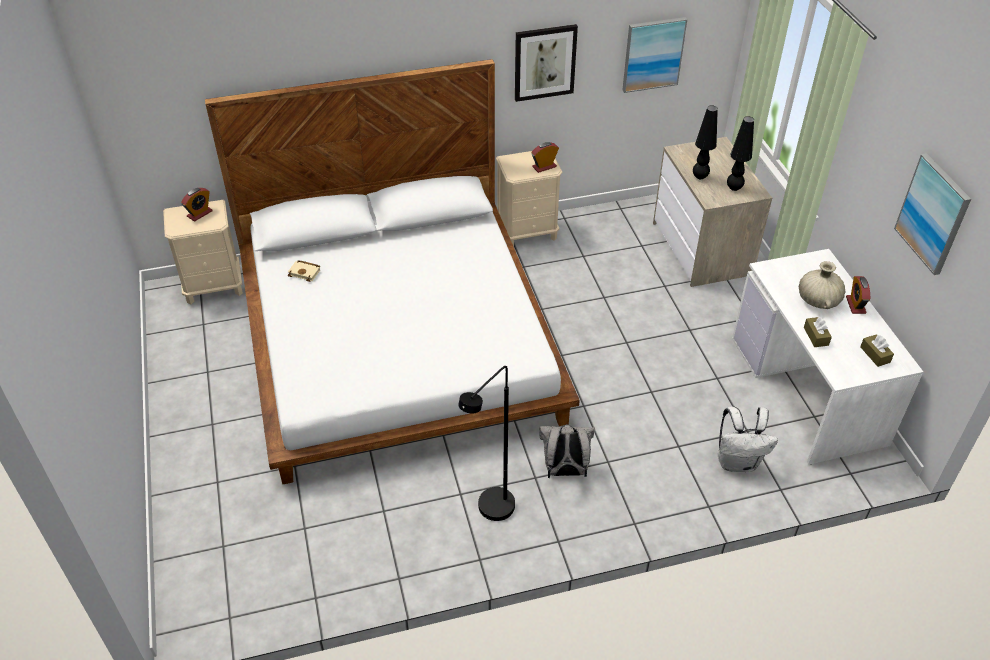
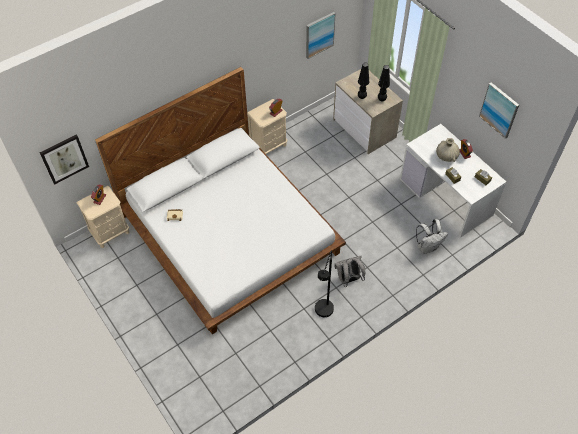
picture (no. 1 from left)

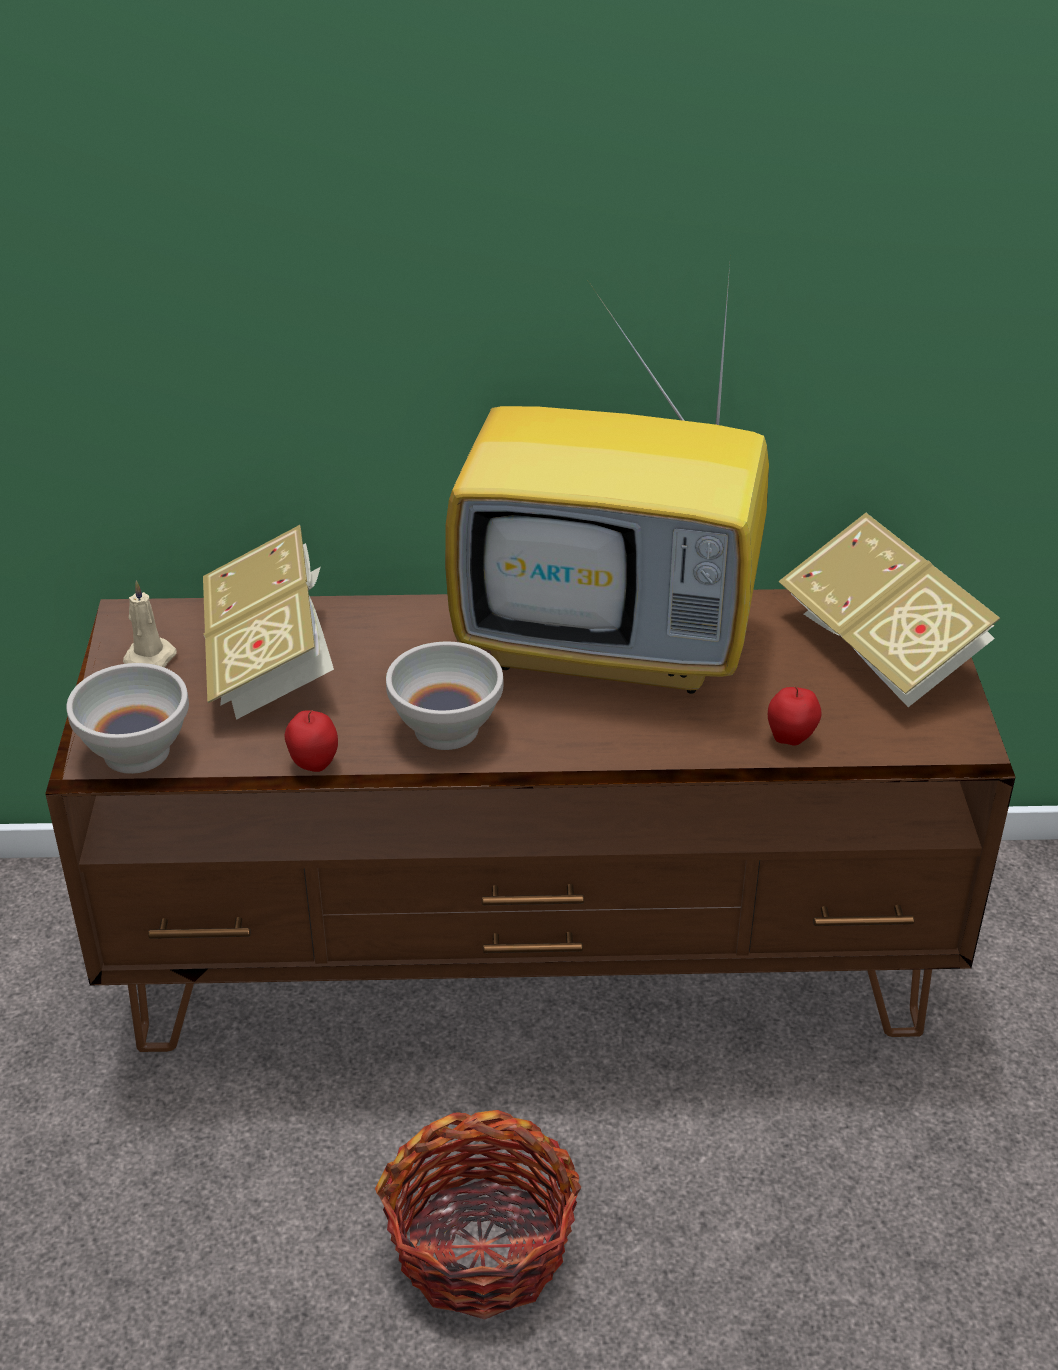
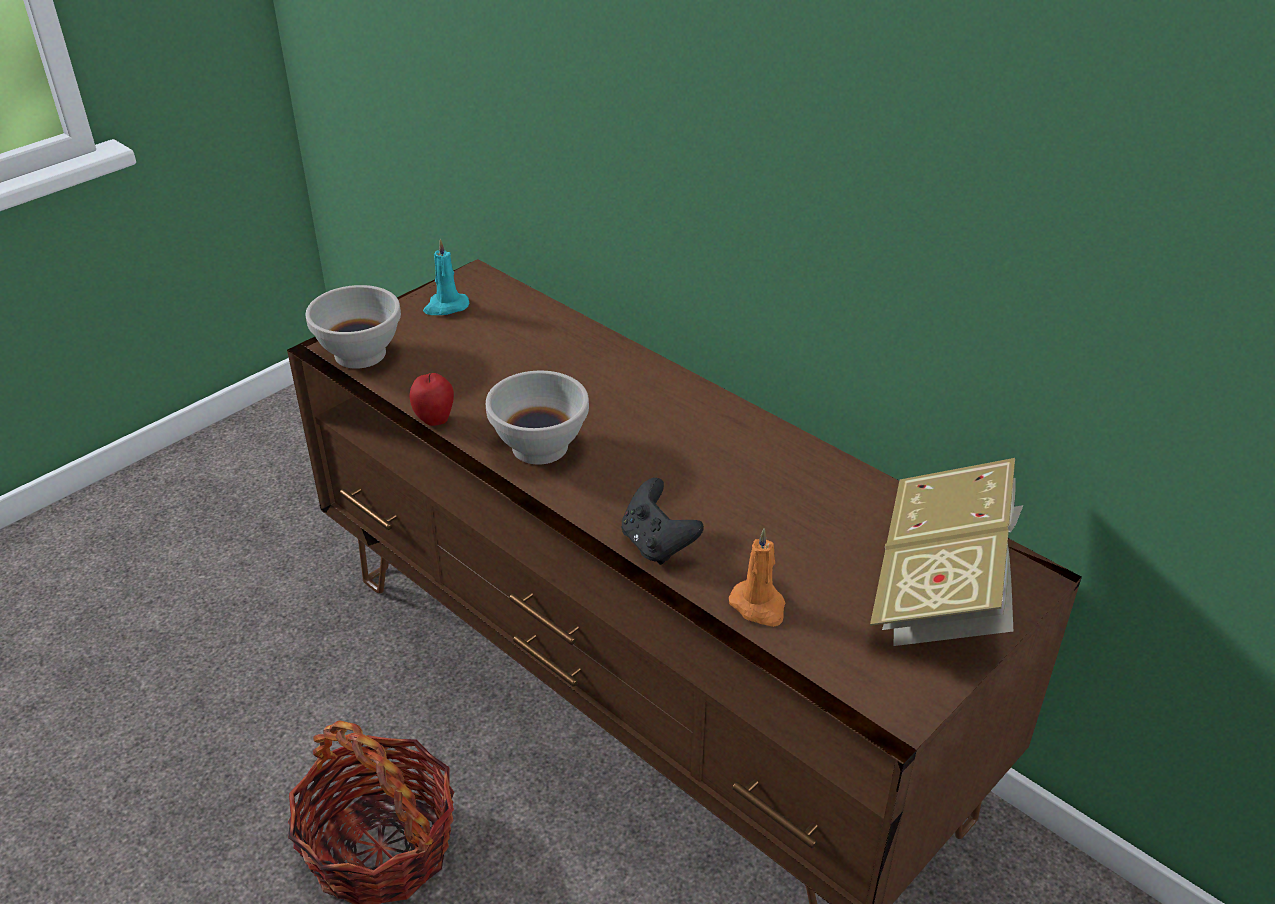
book (no. 1 from left in the first image); television; black game controller; orange candle; turquoise candle

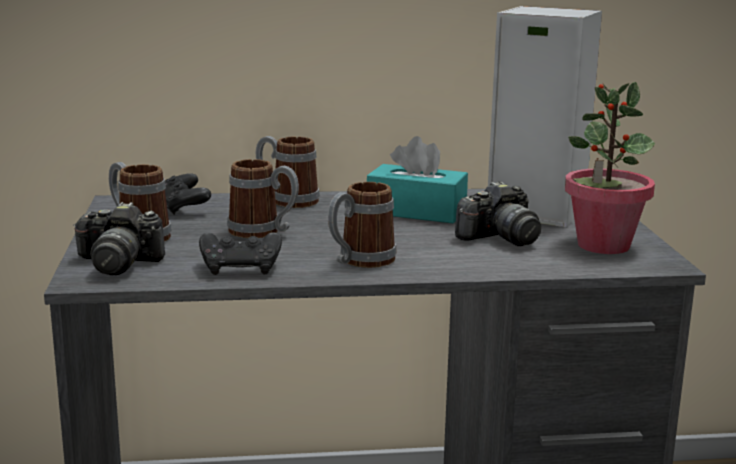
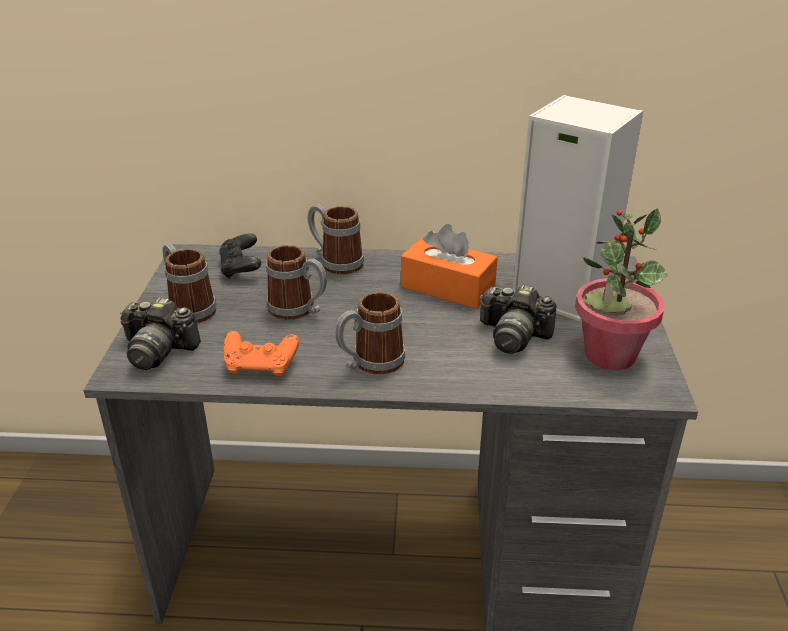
orange game controller; orange tissue box; photo camera (no. 2 from left)

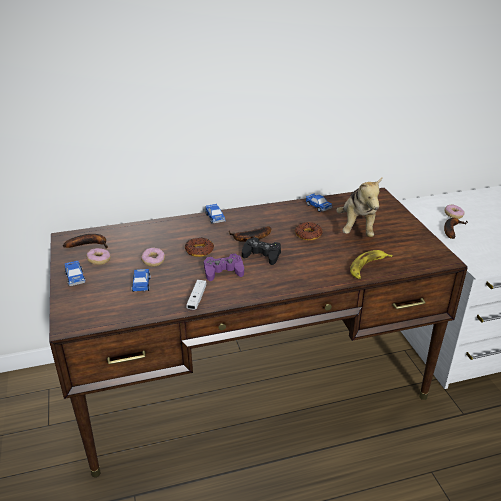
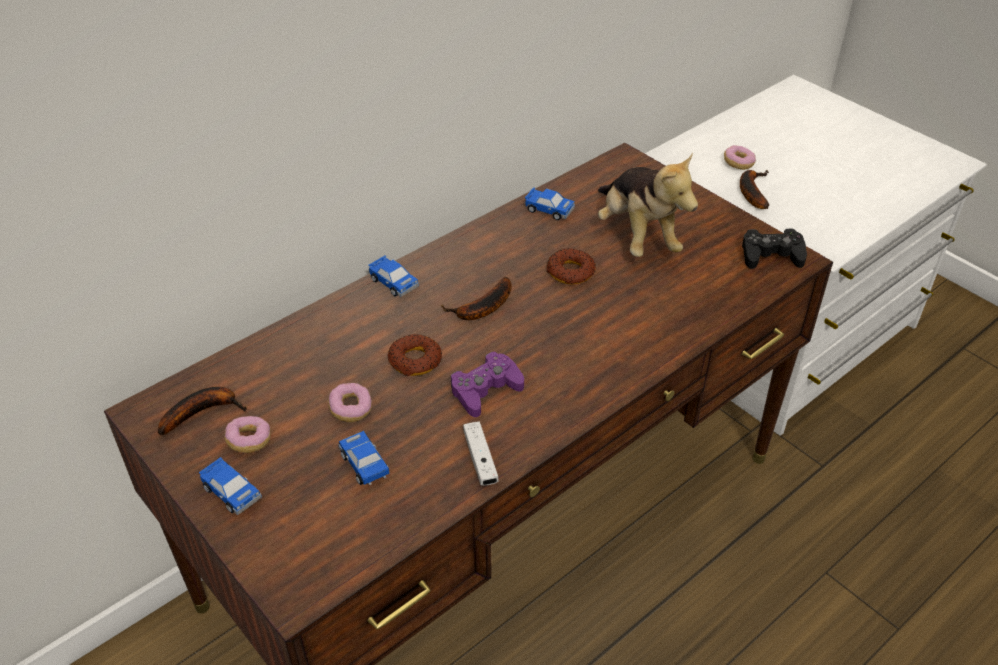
banana (no. 3 from left in the first image); black game controller

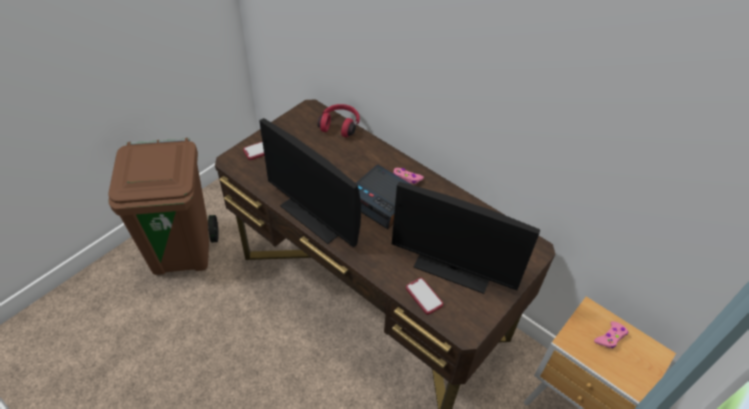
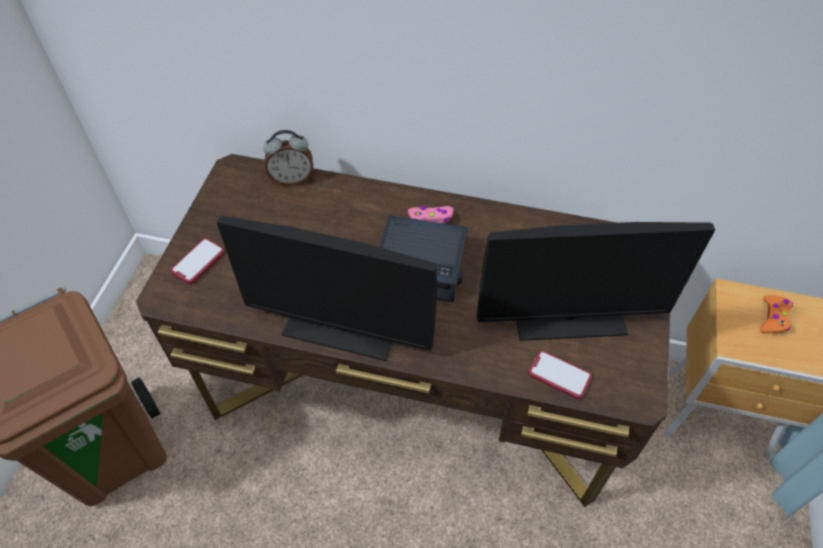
alarm clock (no. 1 from left); orange game controller

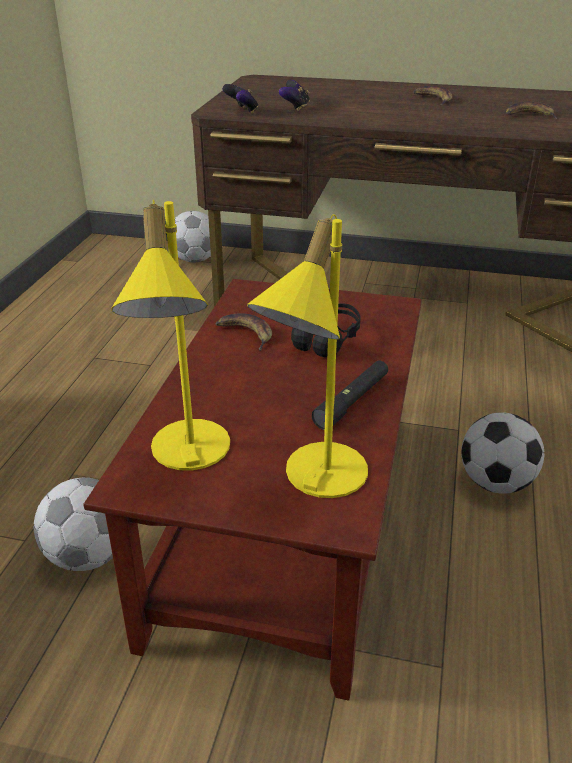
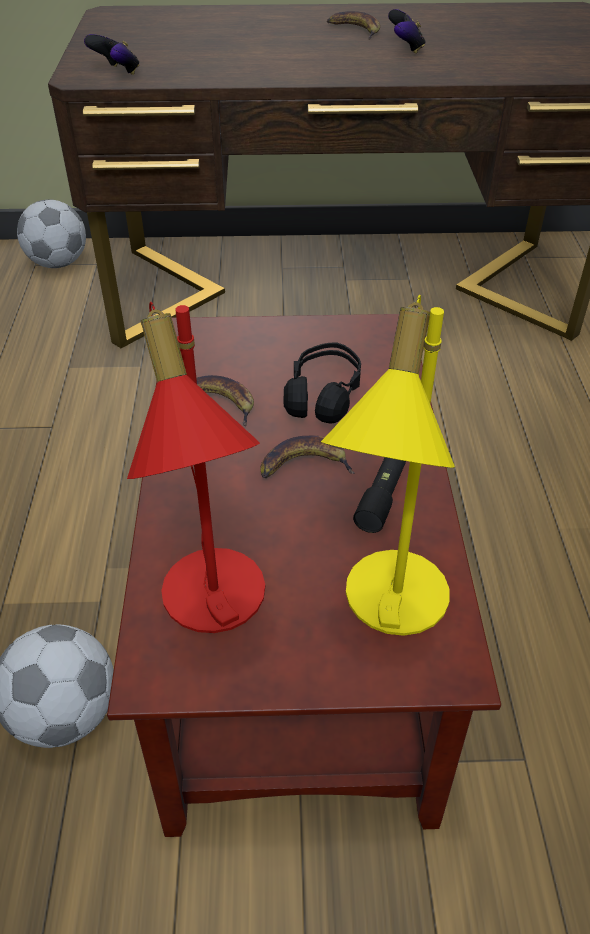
football (no. 3 from left in the first image); game controller (no. 2 from left); banana (no. 2 from left); red table lamp

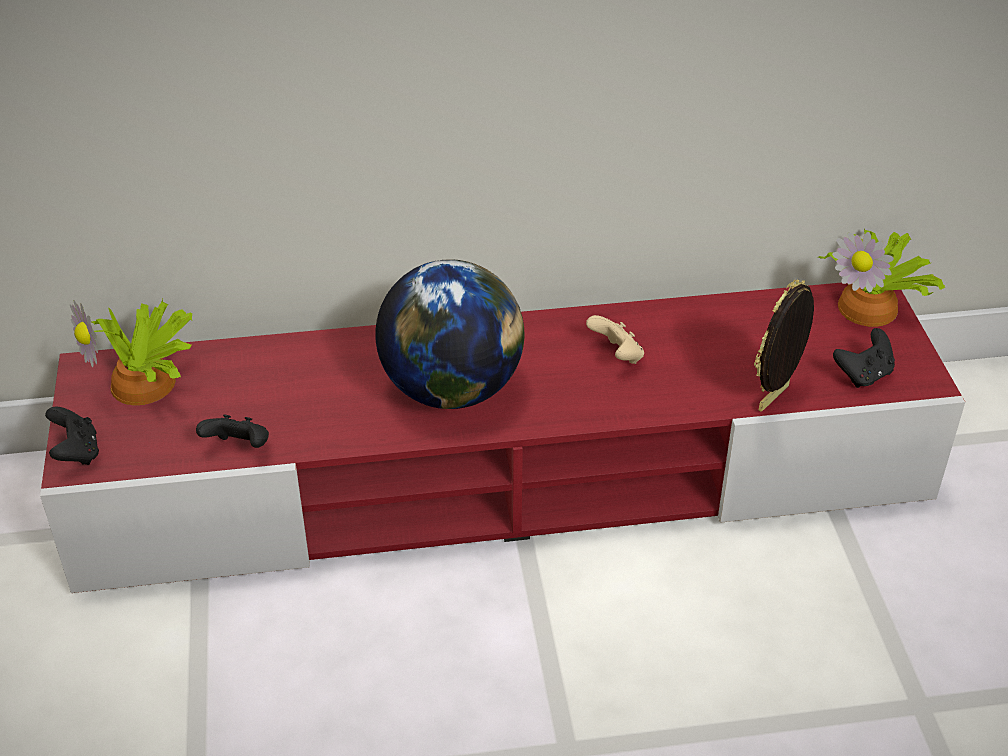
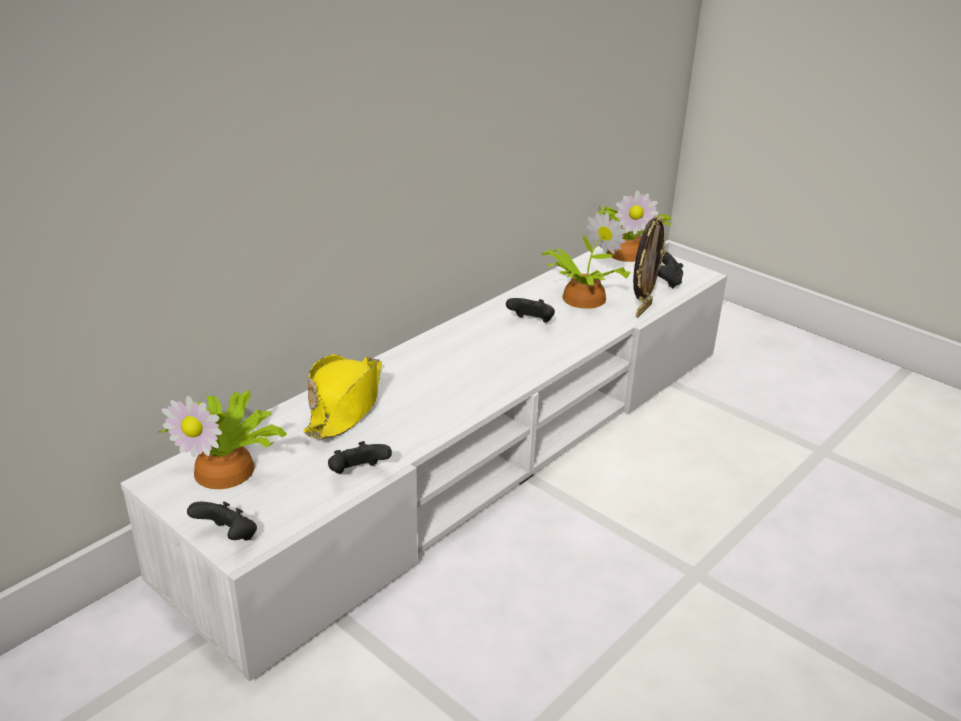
globe; yellow hat; potted plant (no. 2 from left); white tv stand; black game controller (no. 3 from left); picture frame

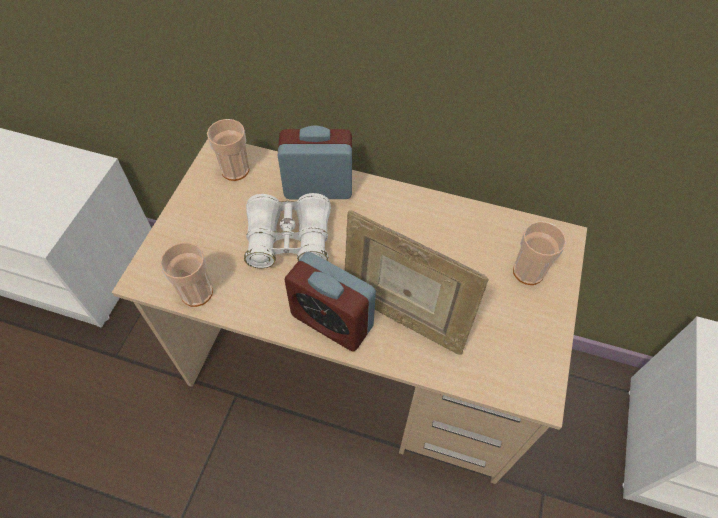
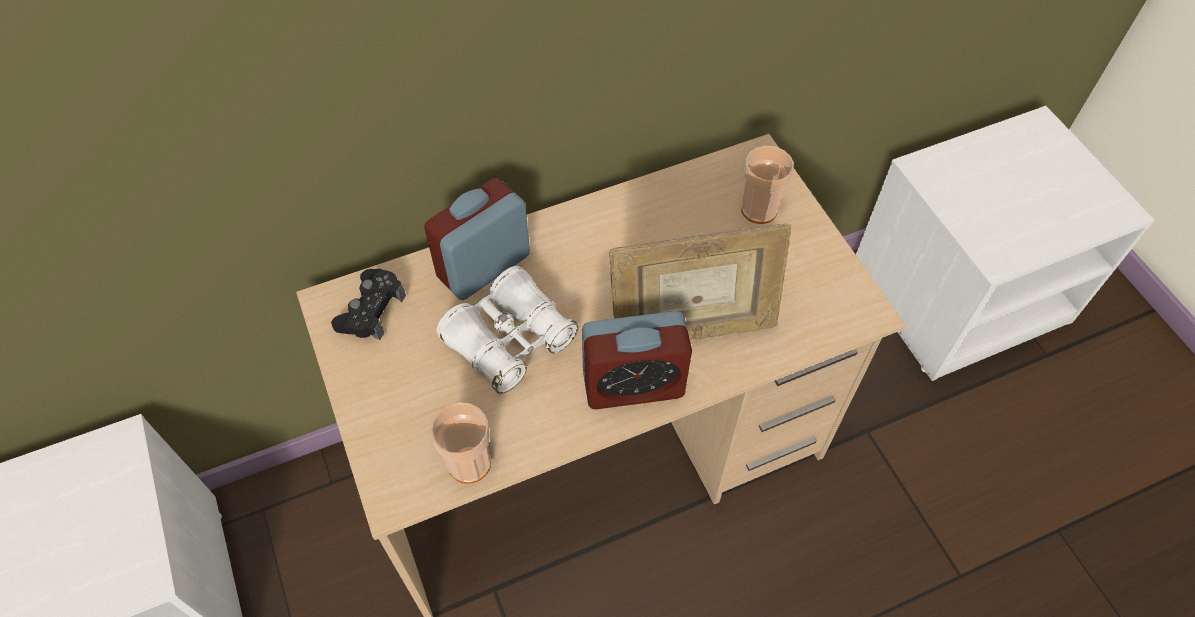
black game controller

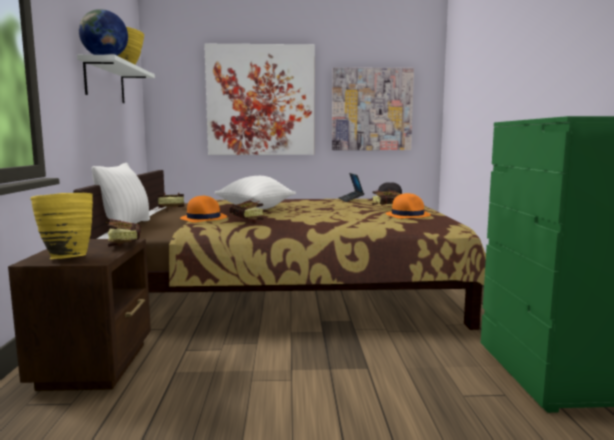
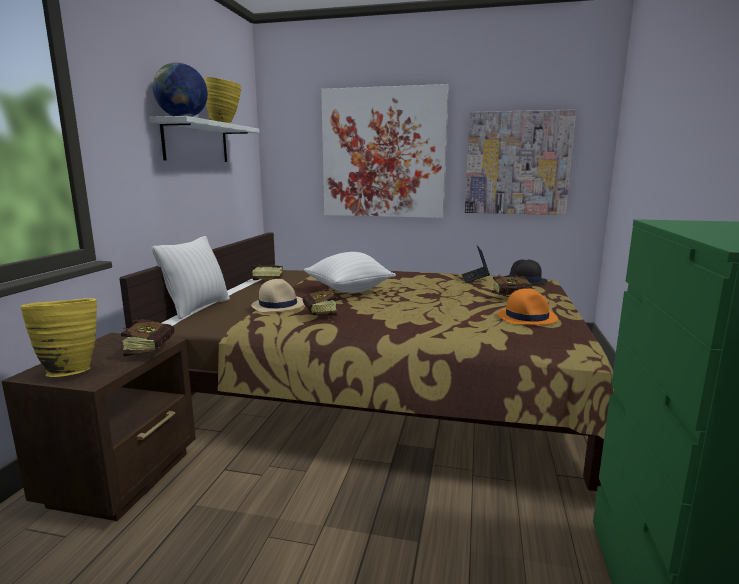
beige hat

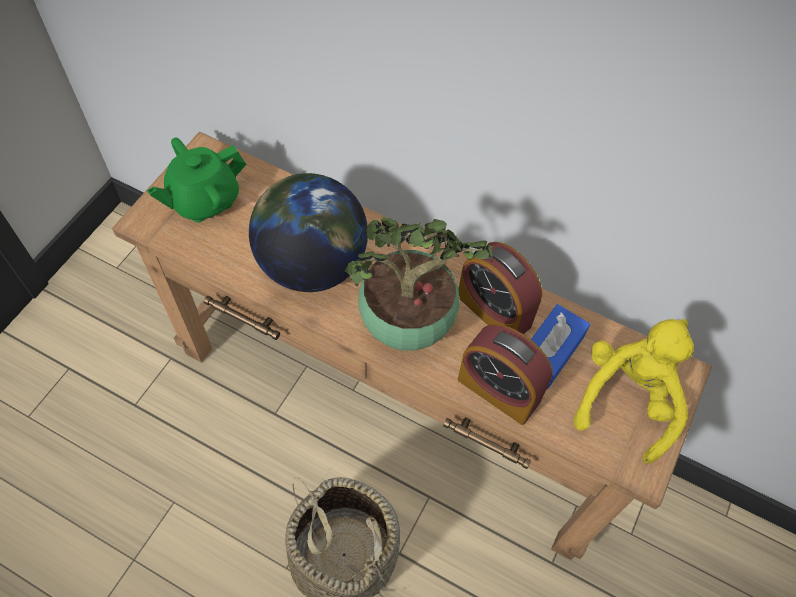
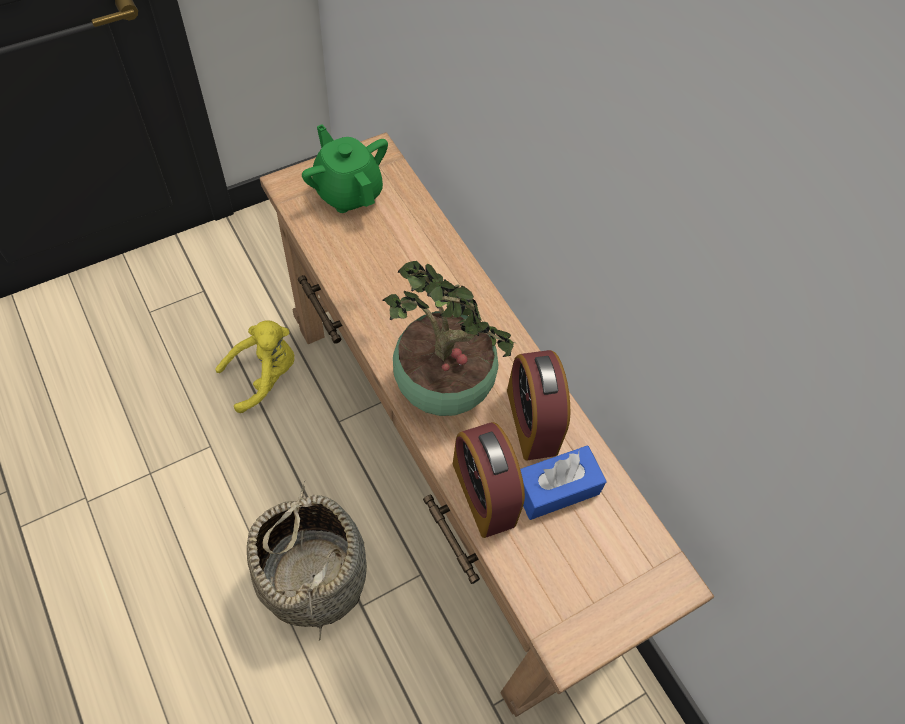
globe; yellow plush toy; green teapot

